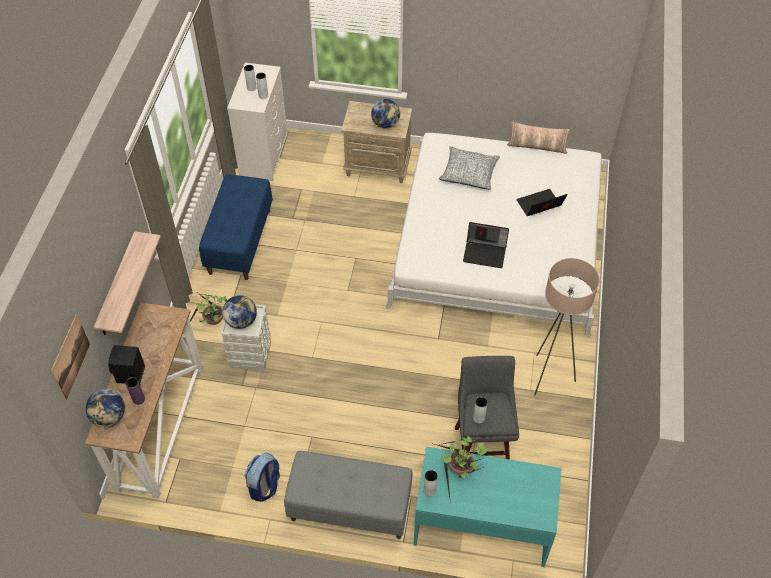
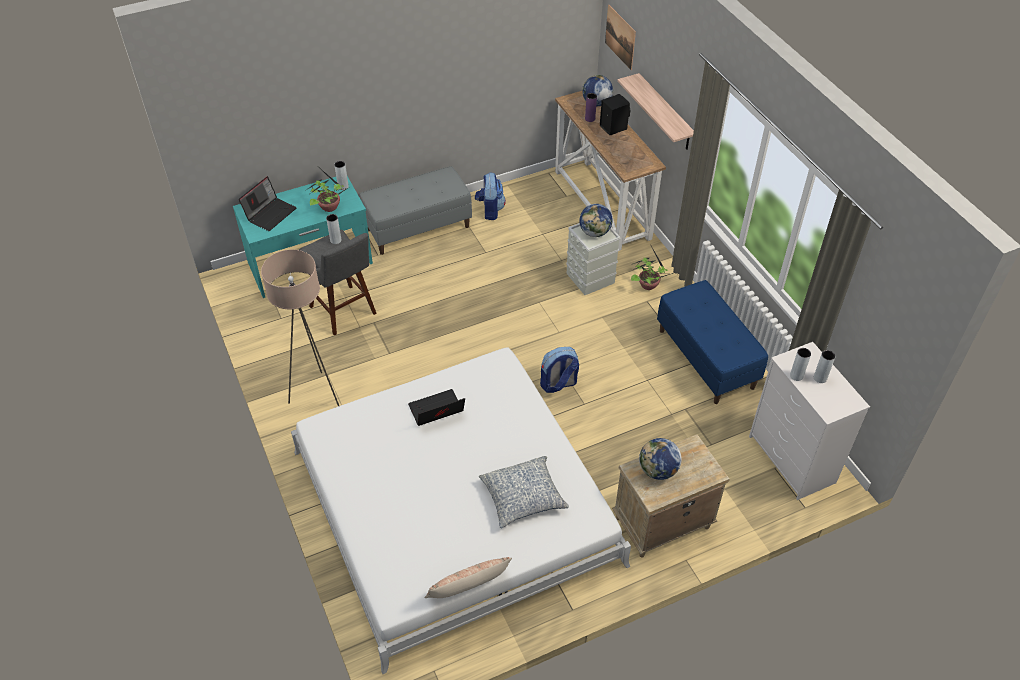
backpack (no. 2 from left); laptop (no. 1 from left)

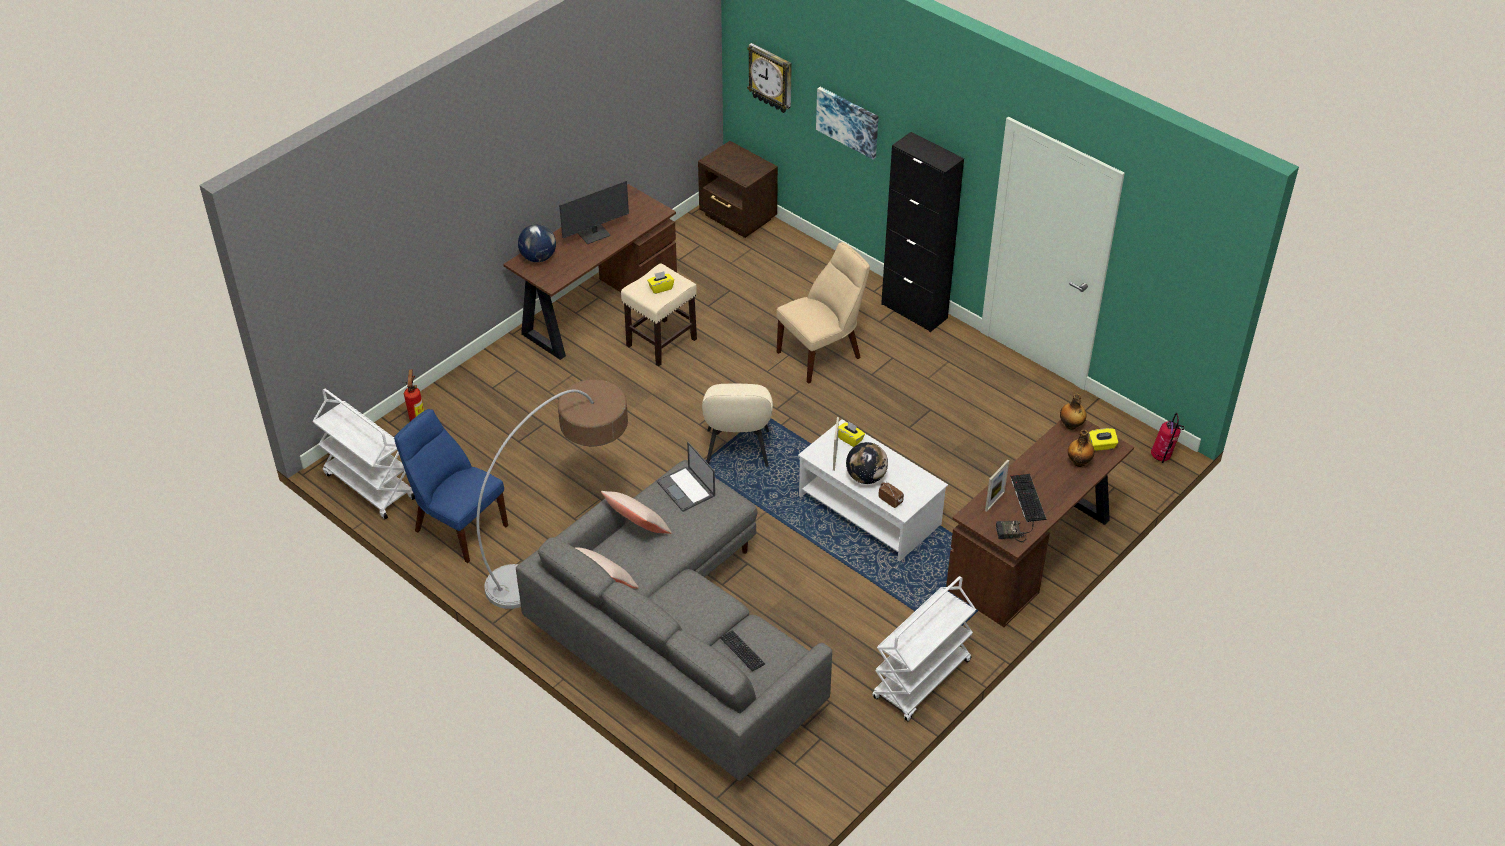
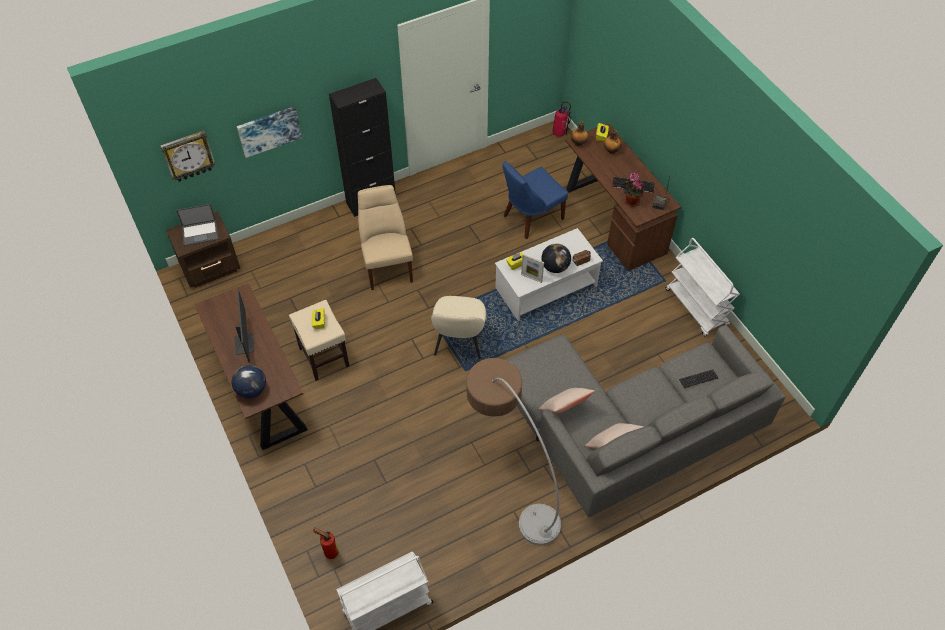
blue chair; laptop; potted plant; beige chair (no. 2 from left)

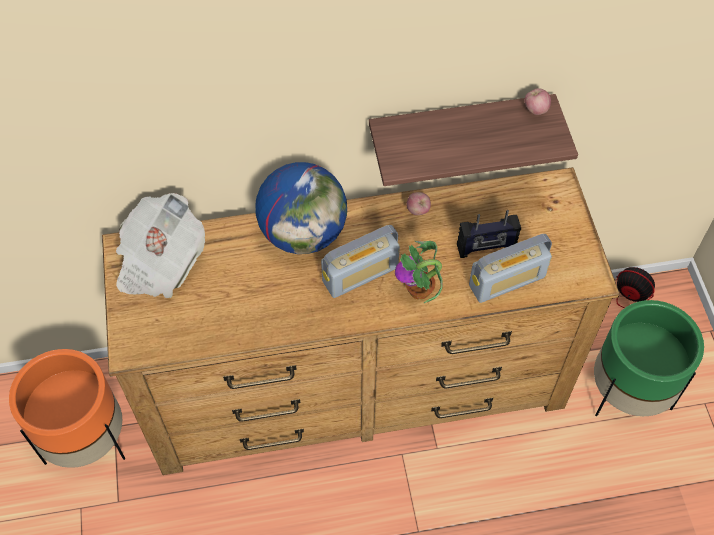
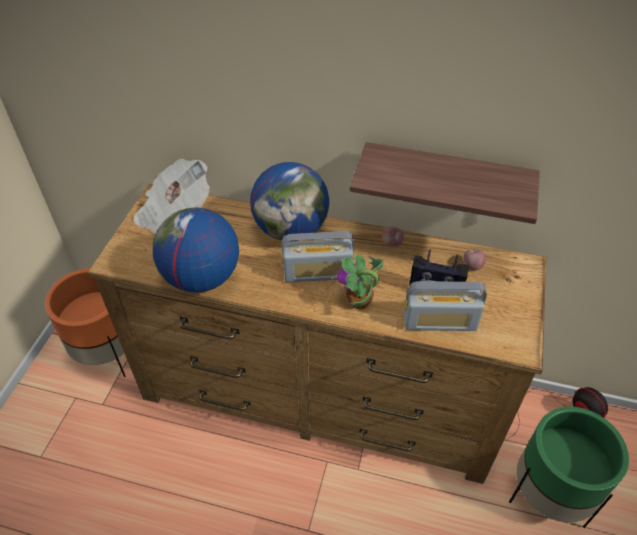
globe (no. 1 from left); apple (no. 2 from left)

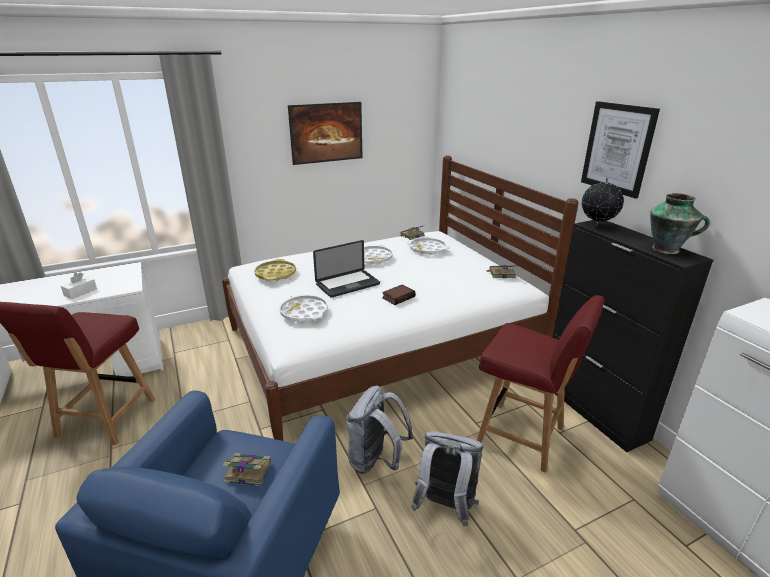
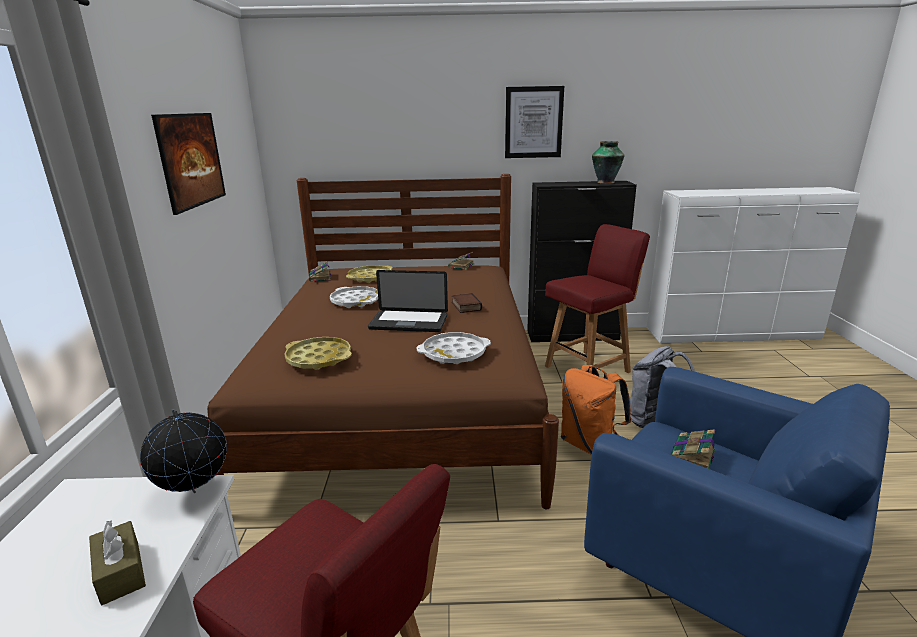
globe; brown tissue box; brown bed; orange backpack; yellow tray (no. 2 from left); laptop

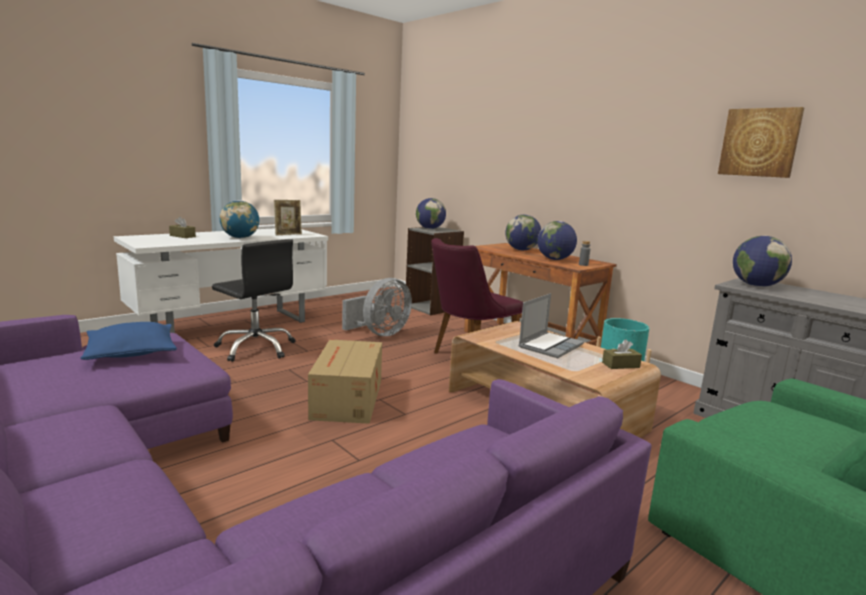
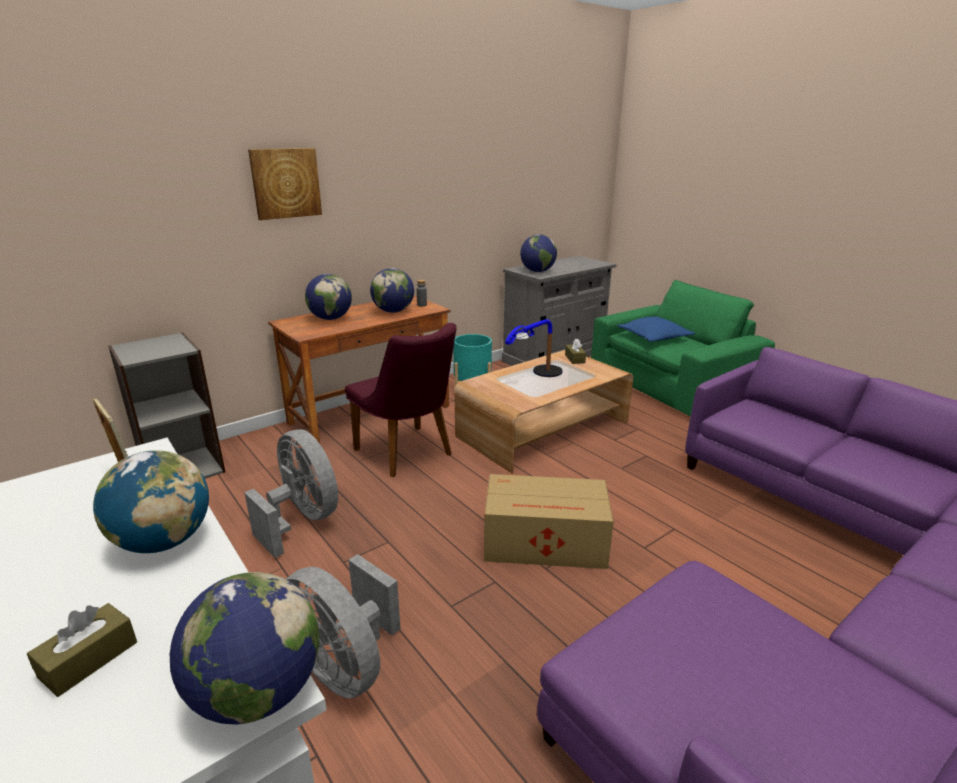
blue pillow; globe (no. 2 from left); picture; grey fan (no. 2 from left); table lamp

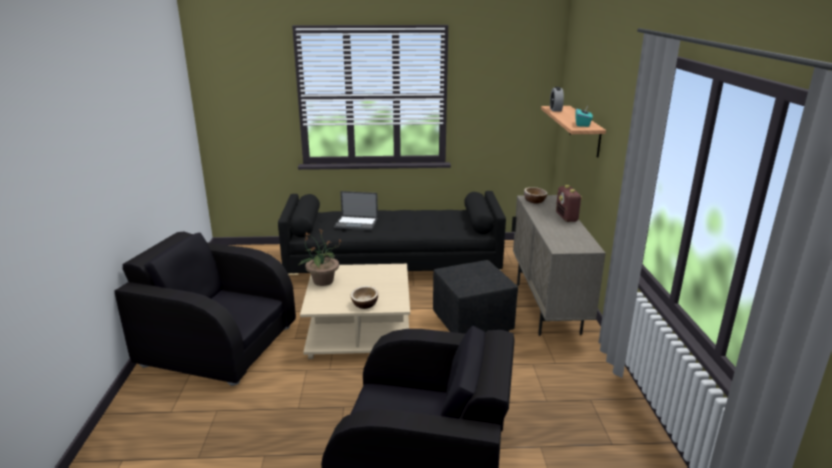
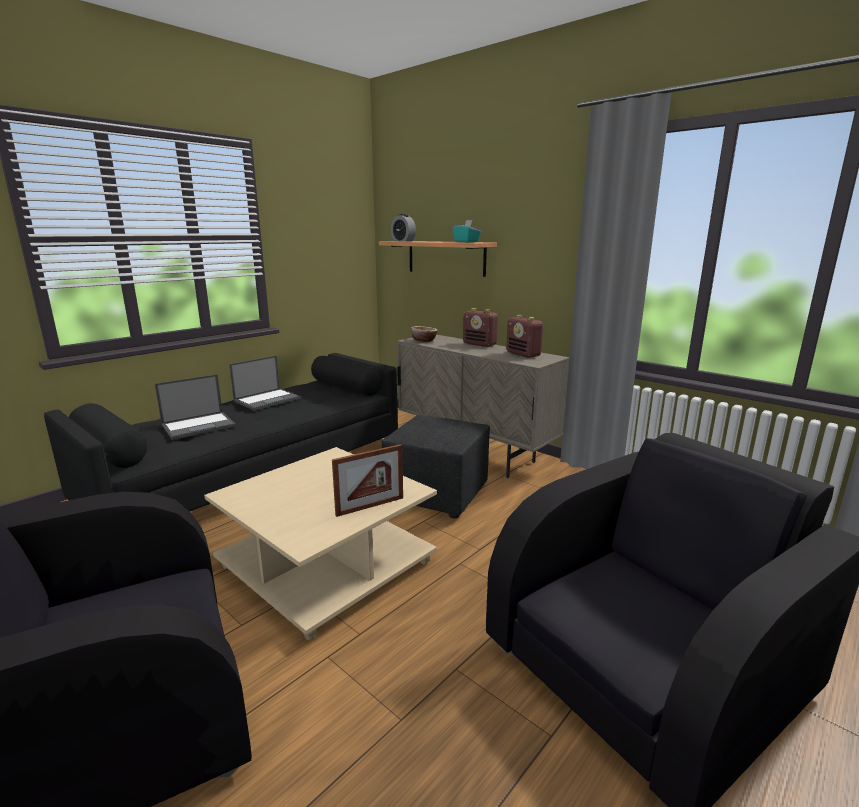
potted plant; laptop (no. 2 from left); radio (no. 2 from left); picture frame

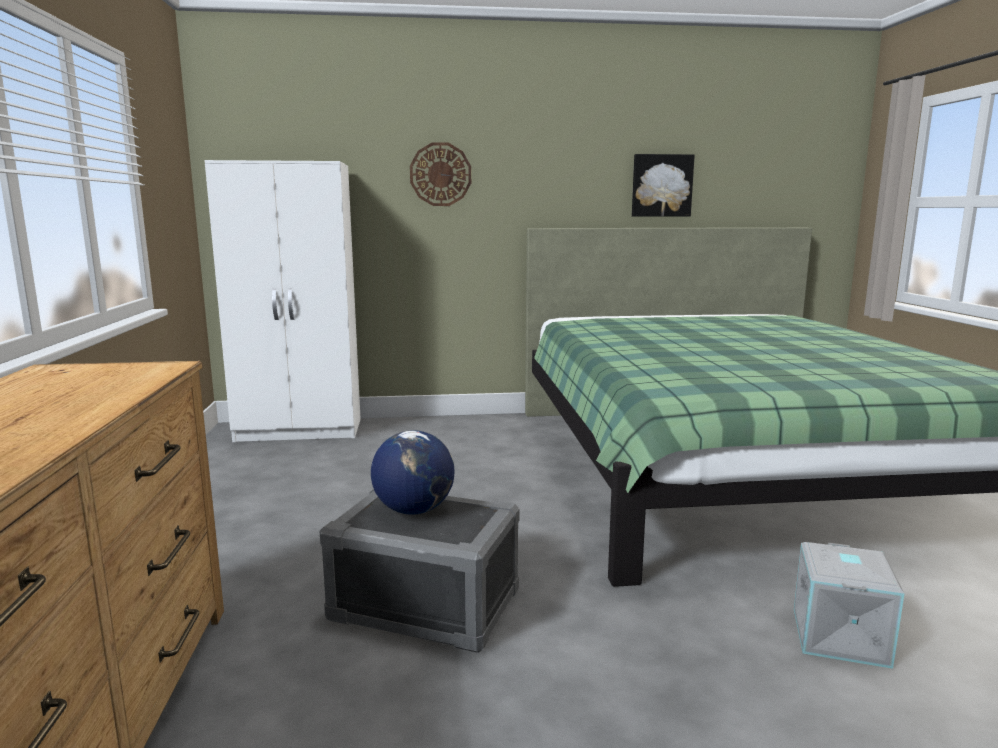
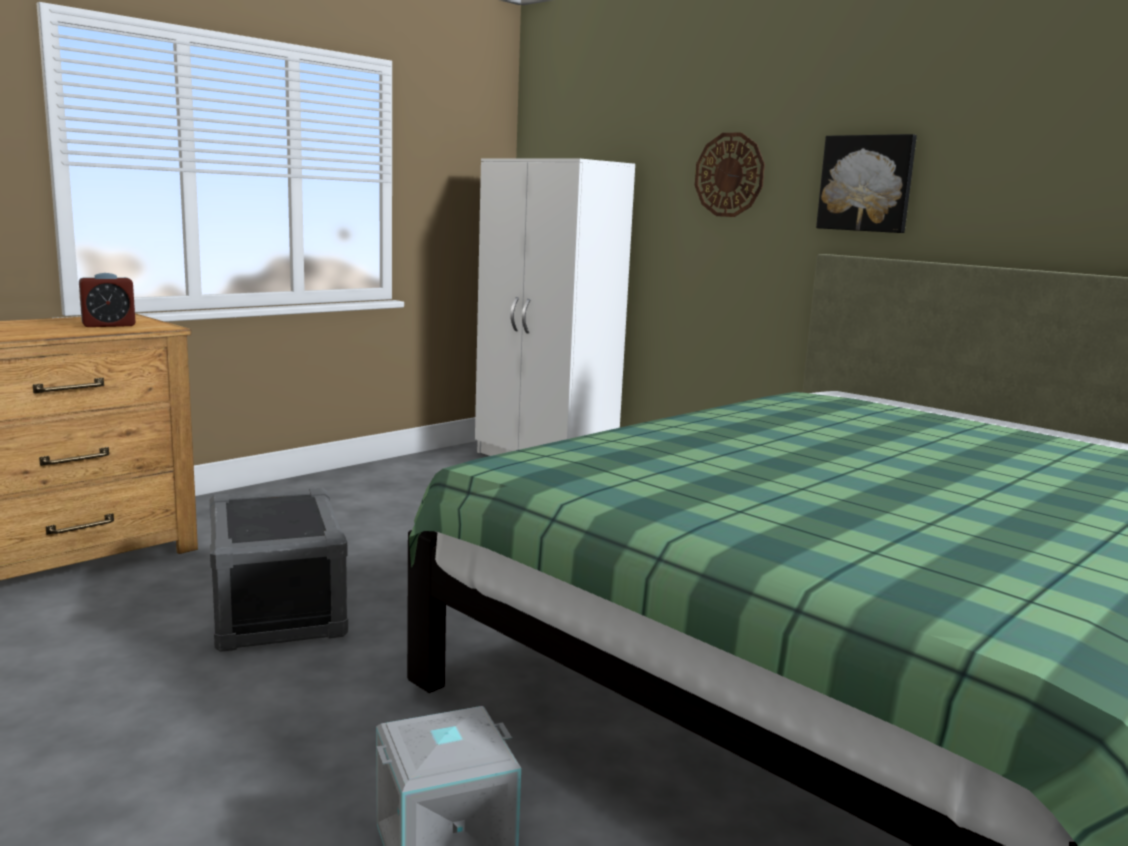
globe; alarm clock; picture

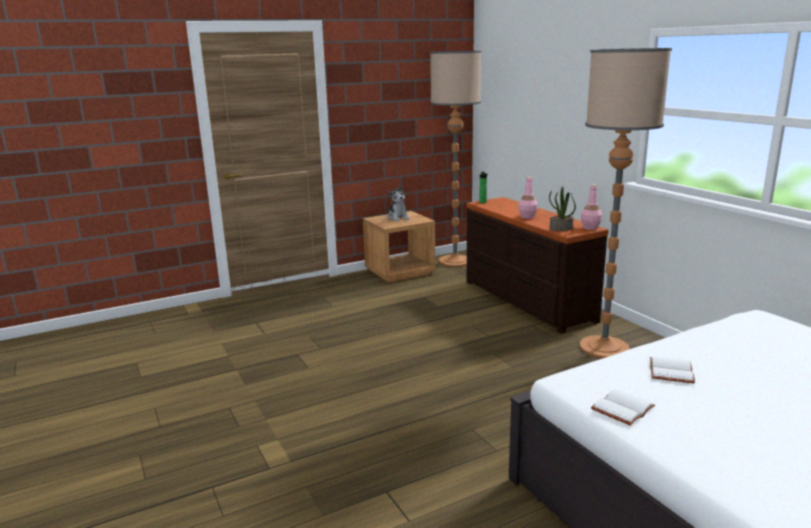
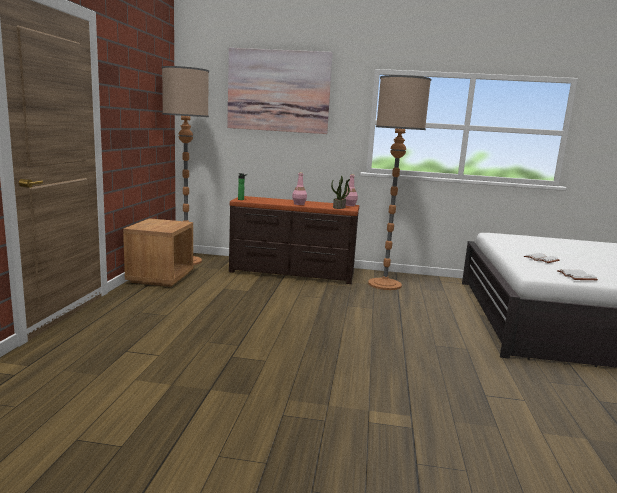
plush toy; picture

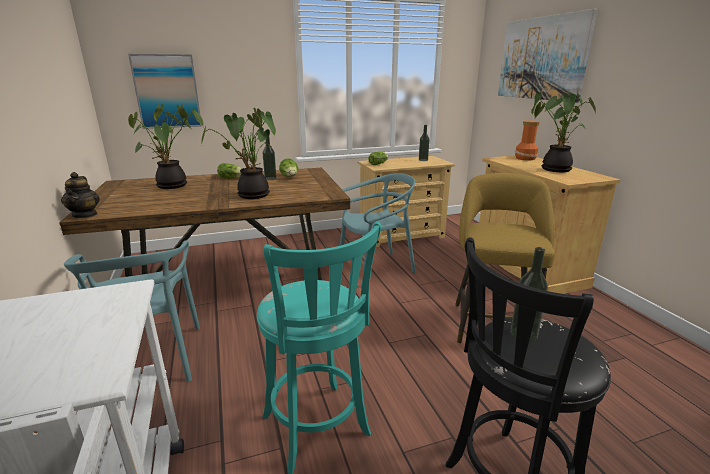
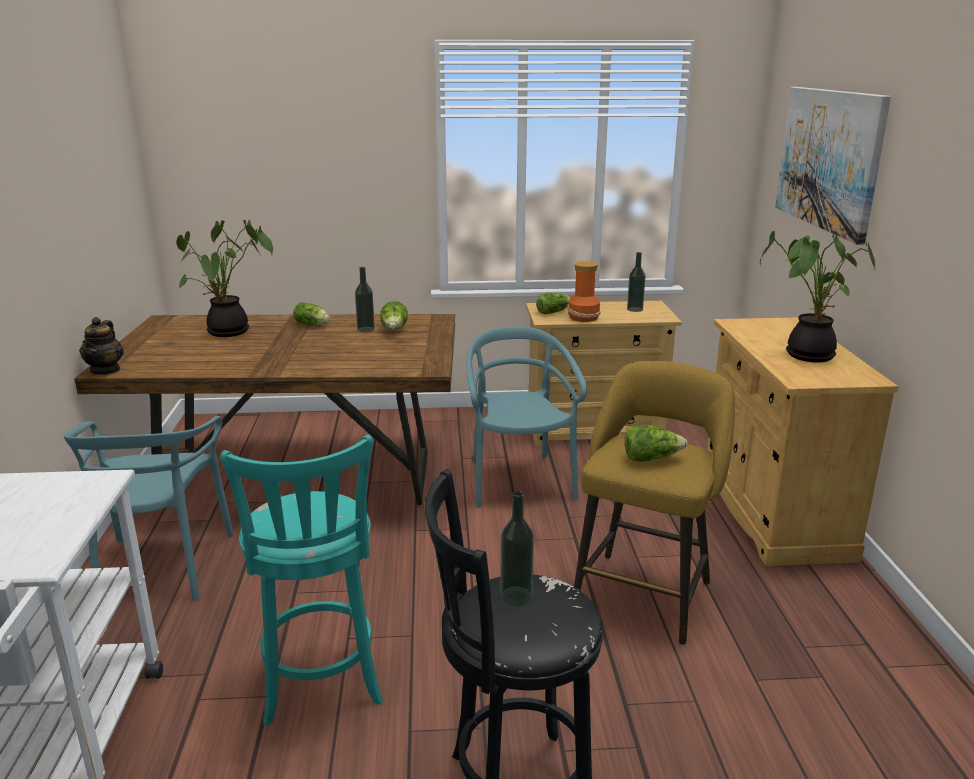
picture (no. 1 from left in the first image); potted plant (no. 2 from left in the first image); lettuce (no. 4 from left); vase; turquoise chair (no. 2 from left)

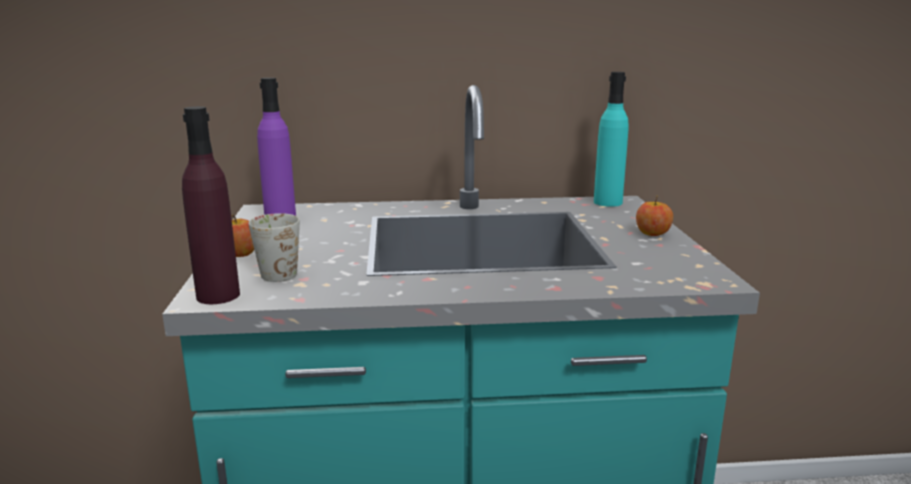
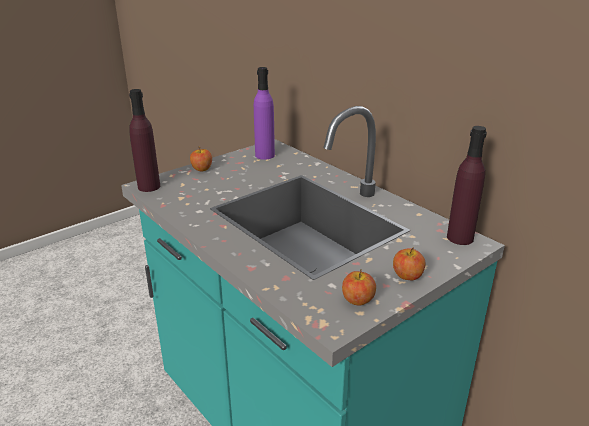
white mug; apple (no. 2 from left); purple bottle (no. 3 from left)

